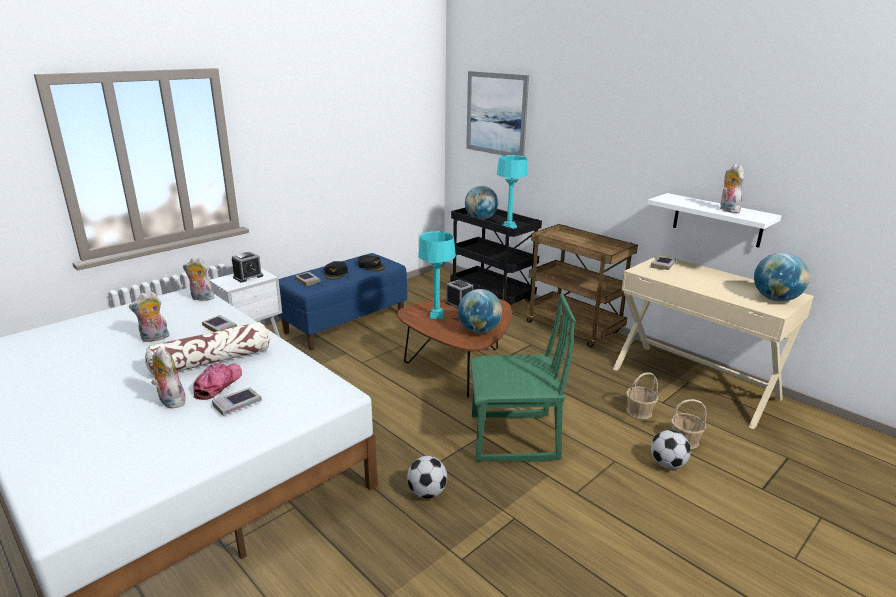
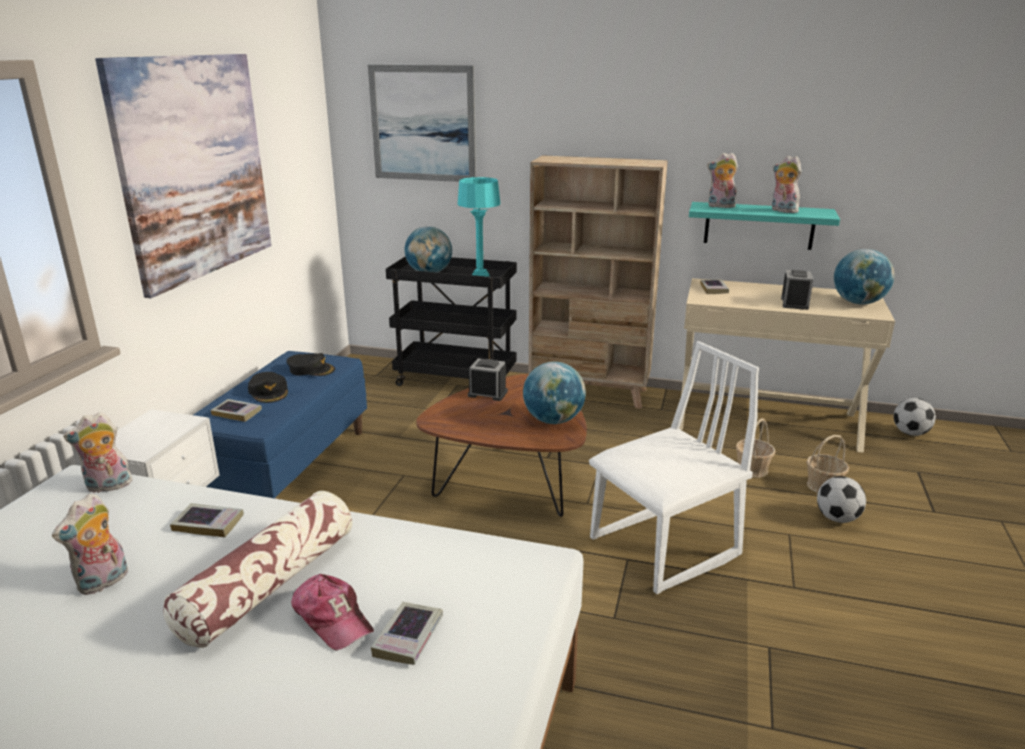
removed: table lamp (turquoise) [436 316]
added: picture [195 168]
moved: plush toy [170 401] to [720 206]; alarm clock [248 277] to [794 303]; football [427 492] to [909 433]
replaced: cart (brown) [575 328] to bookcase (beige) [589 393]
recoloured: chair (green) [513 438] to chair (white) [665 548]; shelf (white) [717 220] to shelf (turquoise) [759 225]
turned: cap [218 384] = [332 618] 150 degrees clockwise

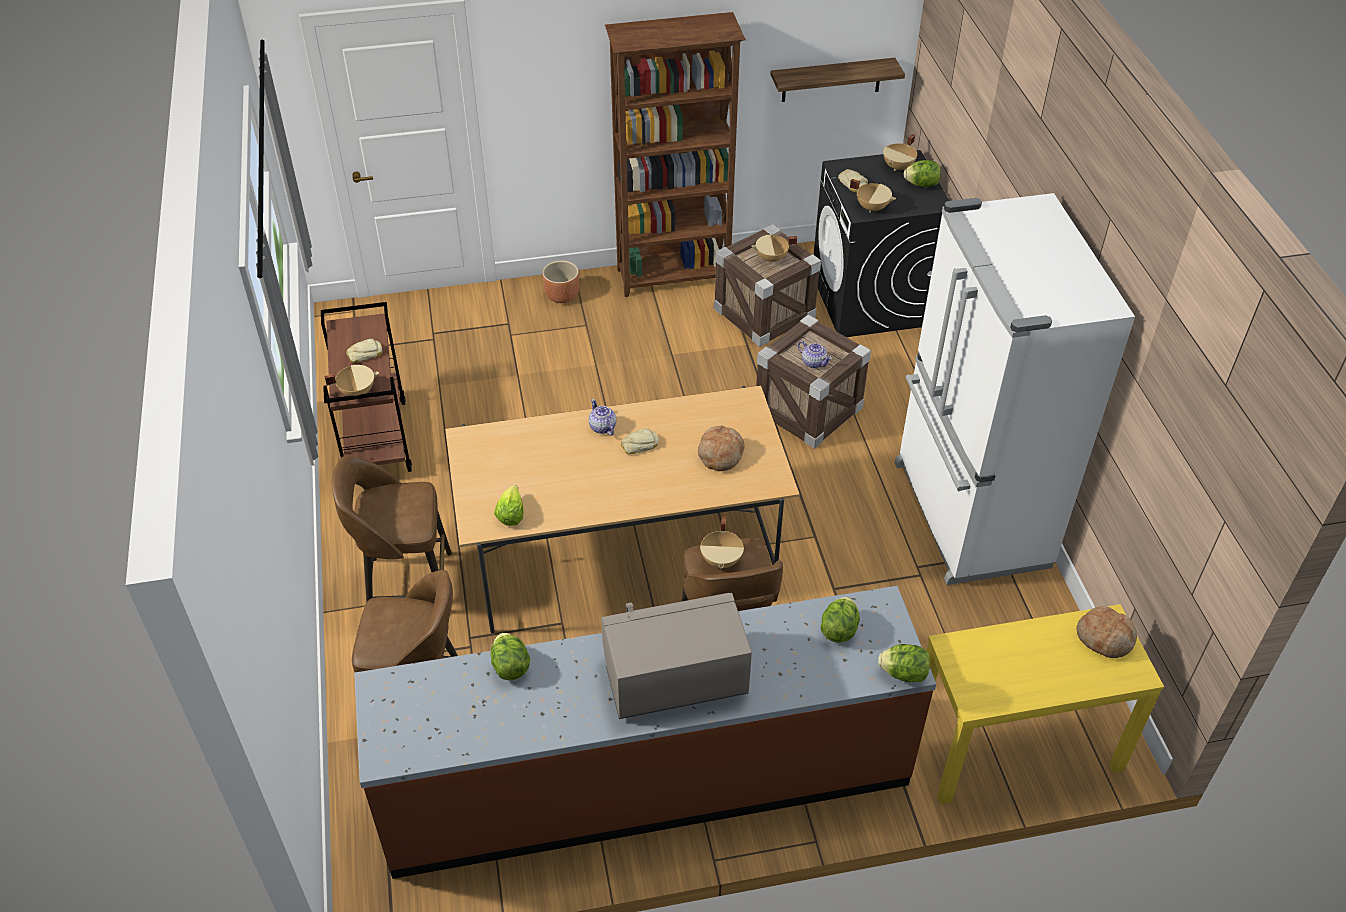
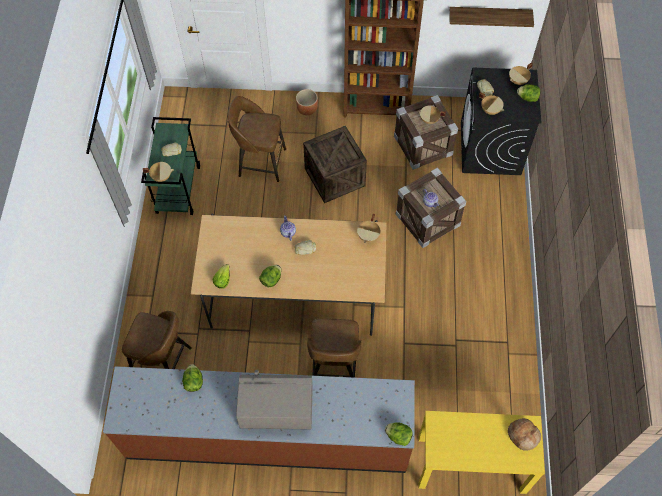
removed: bread [720 454]; fridge (white) [967 515]
added: crate [334 177]
moved: stool (brown) [406 586] to [260 162]; cooking pot (beige) [722 560] to [369 236]; lettuce [839 630] to [271 279]
recoloured: cart (brown) [375 439] to cart (green) [178 189]

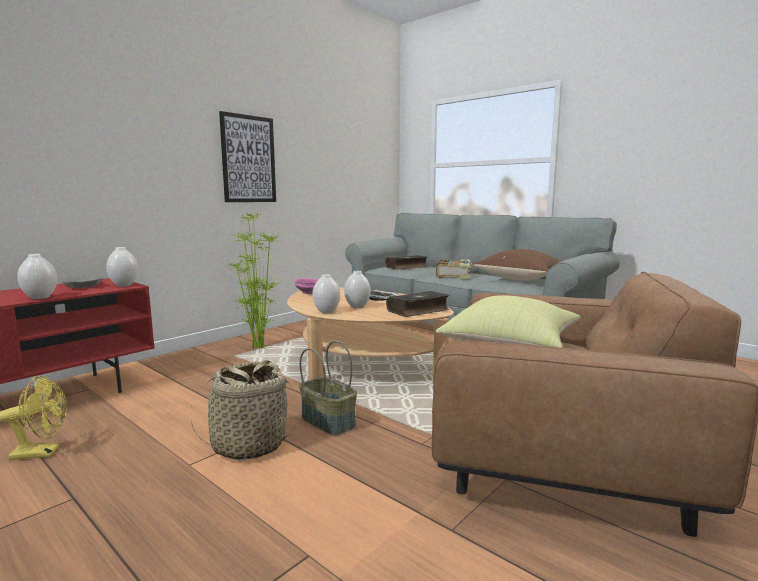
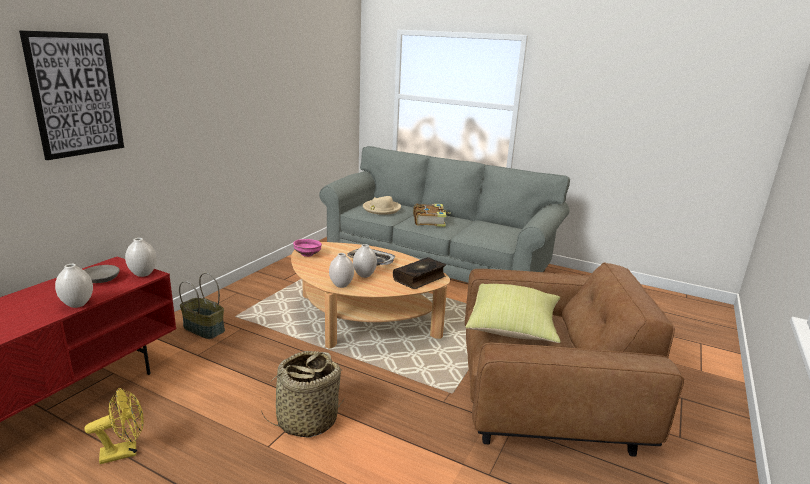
removed: potted plant [258 348]; pillow (brown) [522 279]
moved: picture [248 159] to [76 95]; basket [329 421] to [204 329]
replaced: book [406 267] to hat (beige) [381 209]

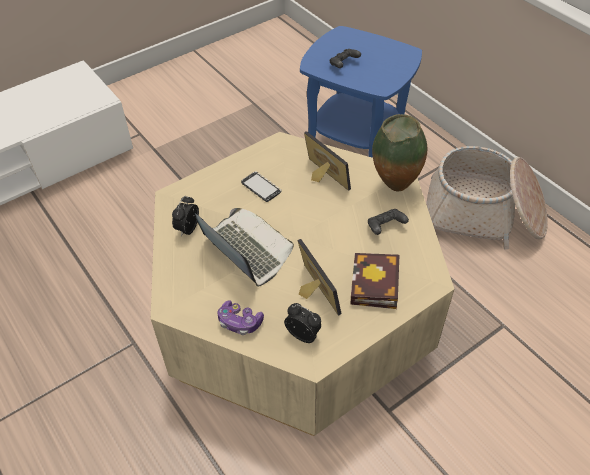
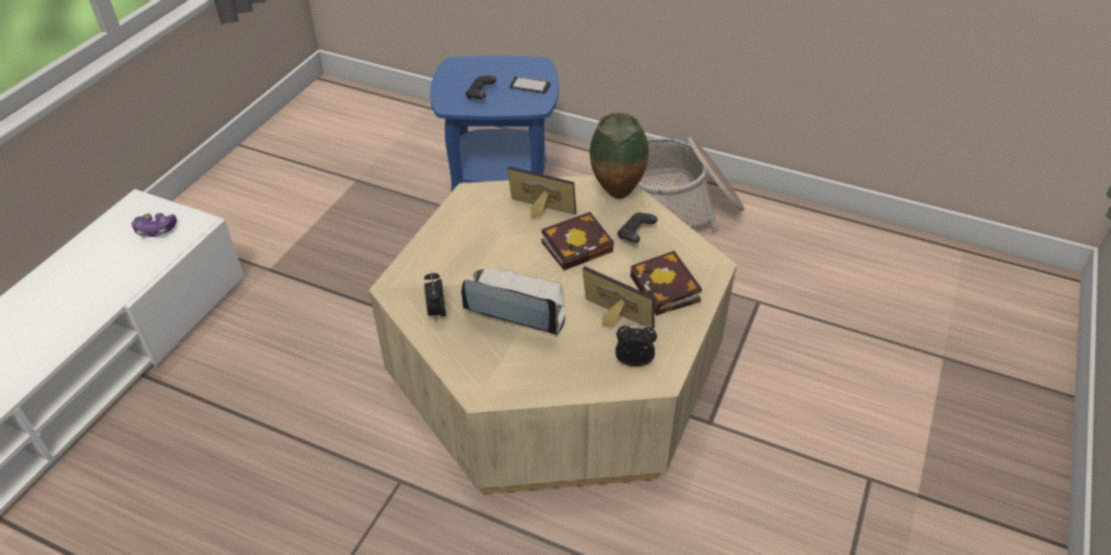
added: book [579 245]
moved: game controller [239 322] to [156 230]; phone [261 187] to [530 86]

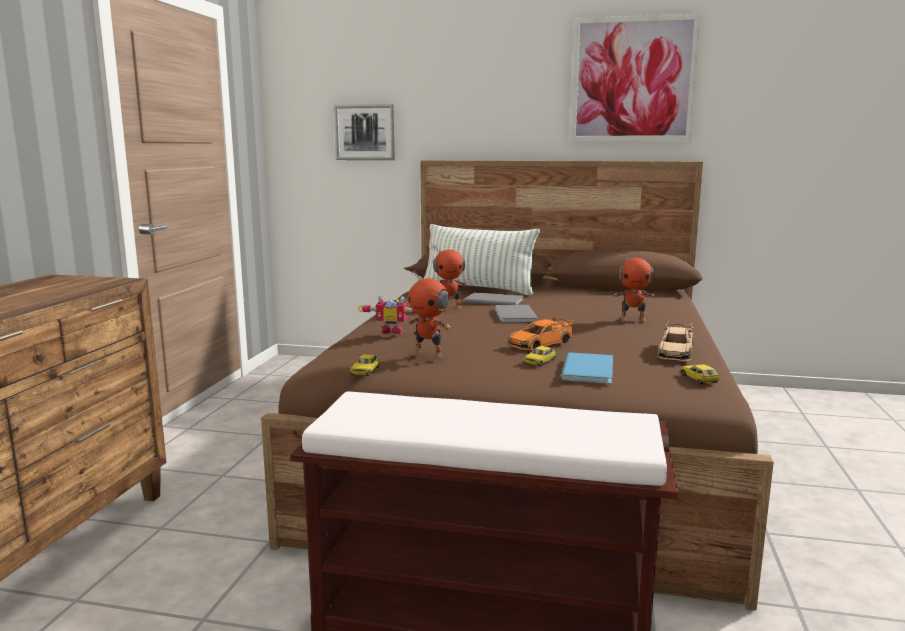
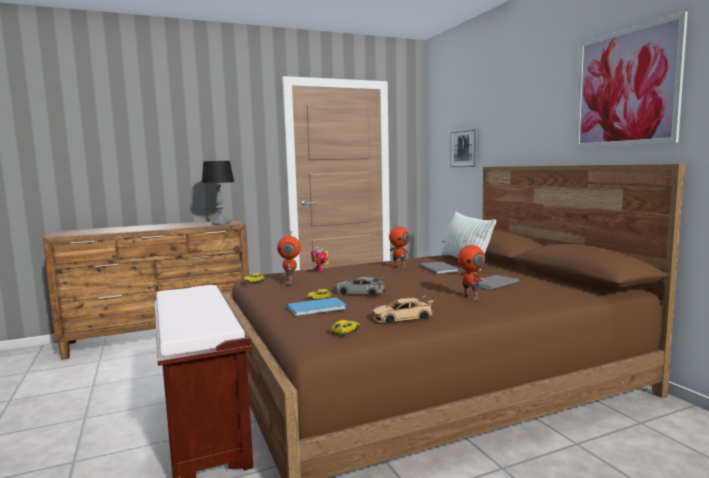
added: table lamp [221 223]
moved: book (grey) [514 315] to [492 283]
recoloured: toy car (orange) [541 343] to toy car (grey) [360 292]

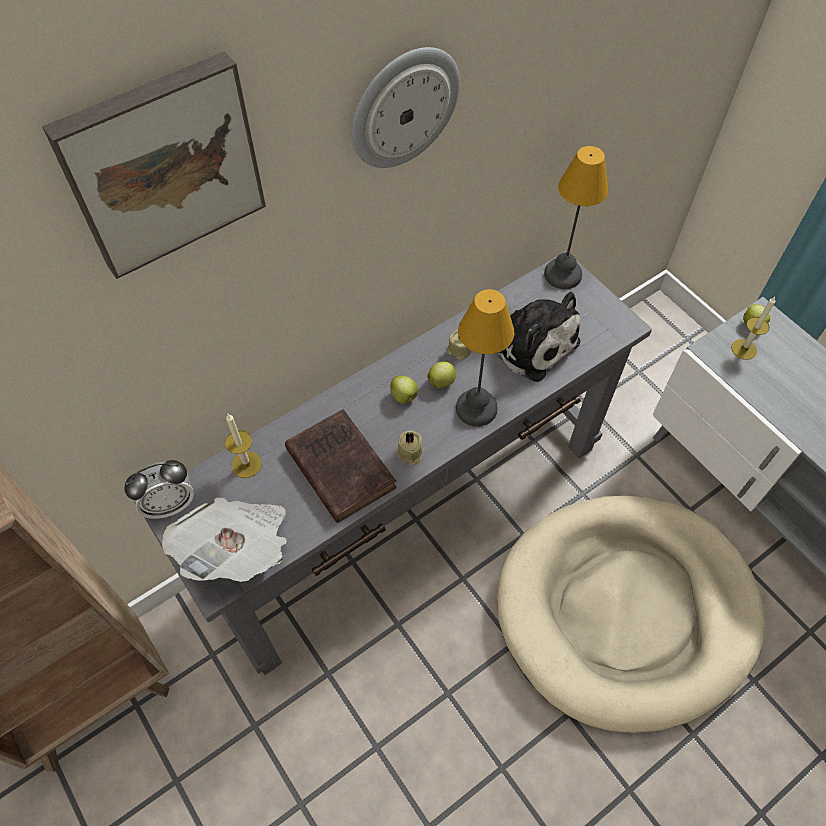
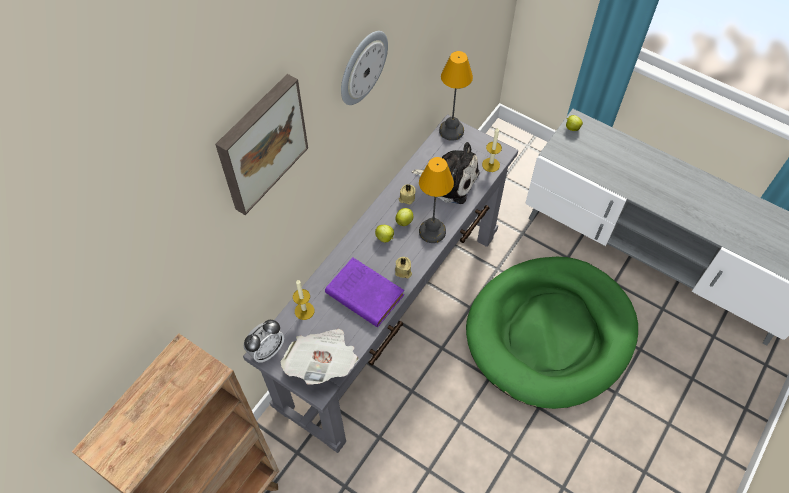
moved: candle [744 349] to [491 165]
recoloured: book (brown) [339 466] to book (purple) [363 293]; dog bed (beige) [625 610] to dog bed (green) [550 333]

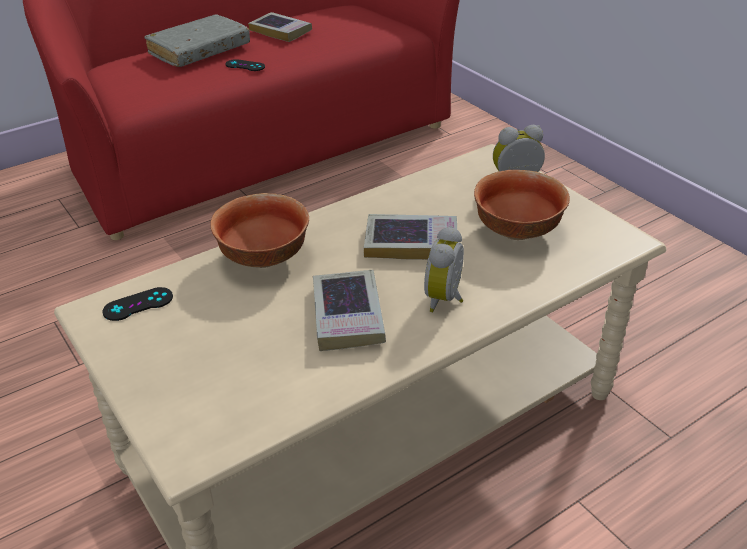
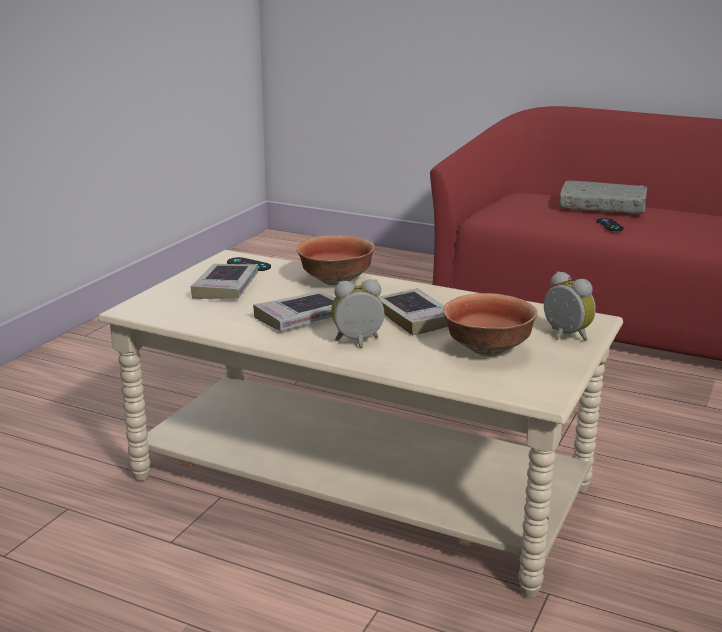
moved: book [280 31] to [226 287]

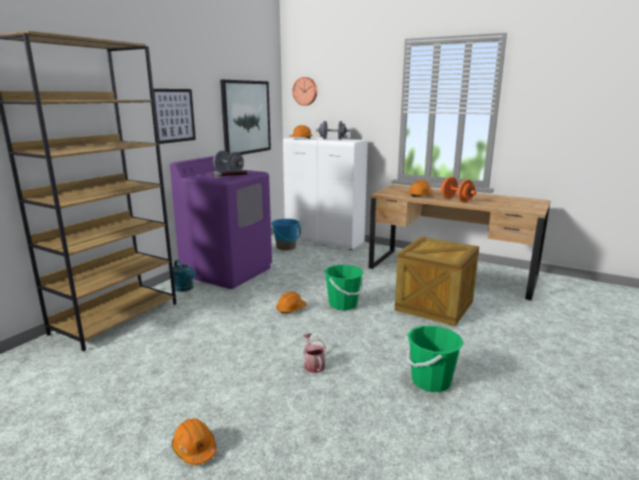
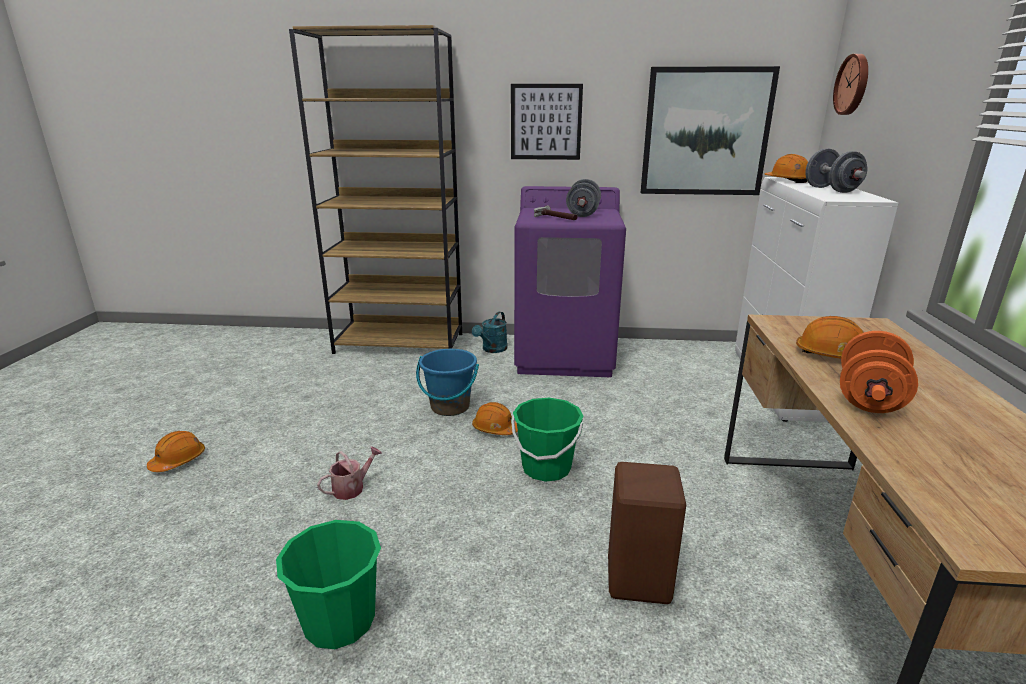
moved: bucket (blue) [286 247] to [450 407]
replaced: crate [434 306] to stool (brown) [636 578]

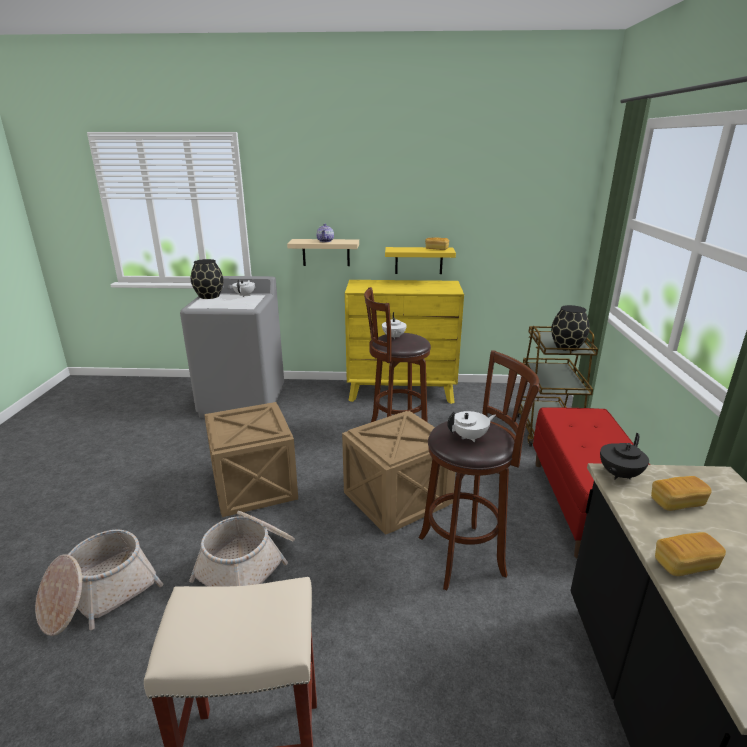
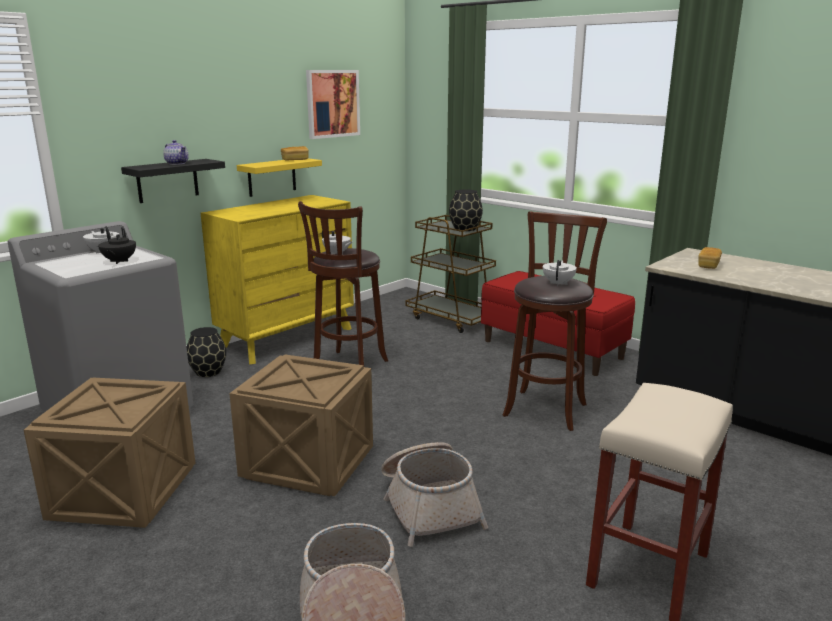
removed: bread [685 564]
added: picture [332 103]
moved: vase (black) [209 296] to [208 372]; crate [398 499] to [125 491]; teapot (black) [618 475] to [119 261]
recoloured: shelf (beige) [326 252] to shelf (black) [167 180]

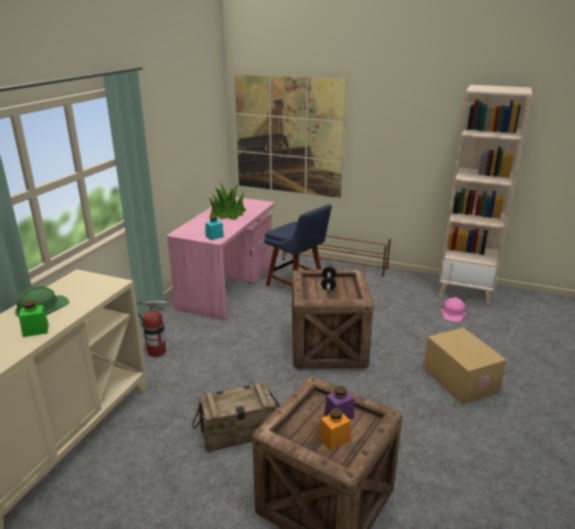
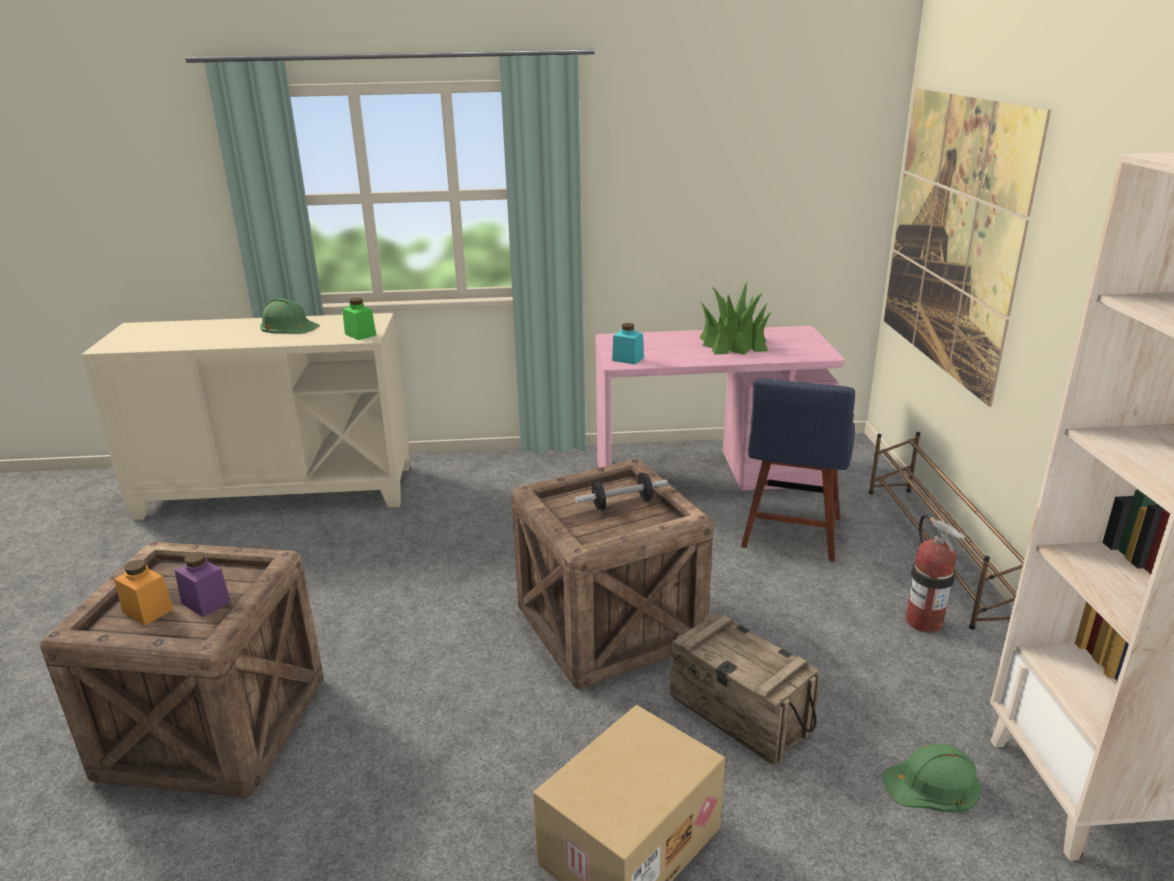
moved: jar (green) [36 330] to [360 334]; fire extinguisher [157 352] to [924 621]; crate [238 431] to [740 713]
recoloured: hard hat (pink) [453 312] to hard hat (green) [932 784]

